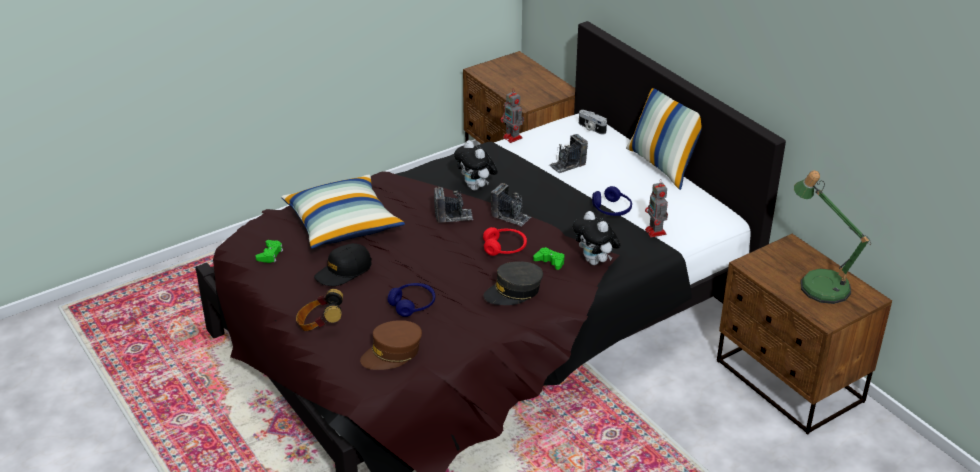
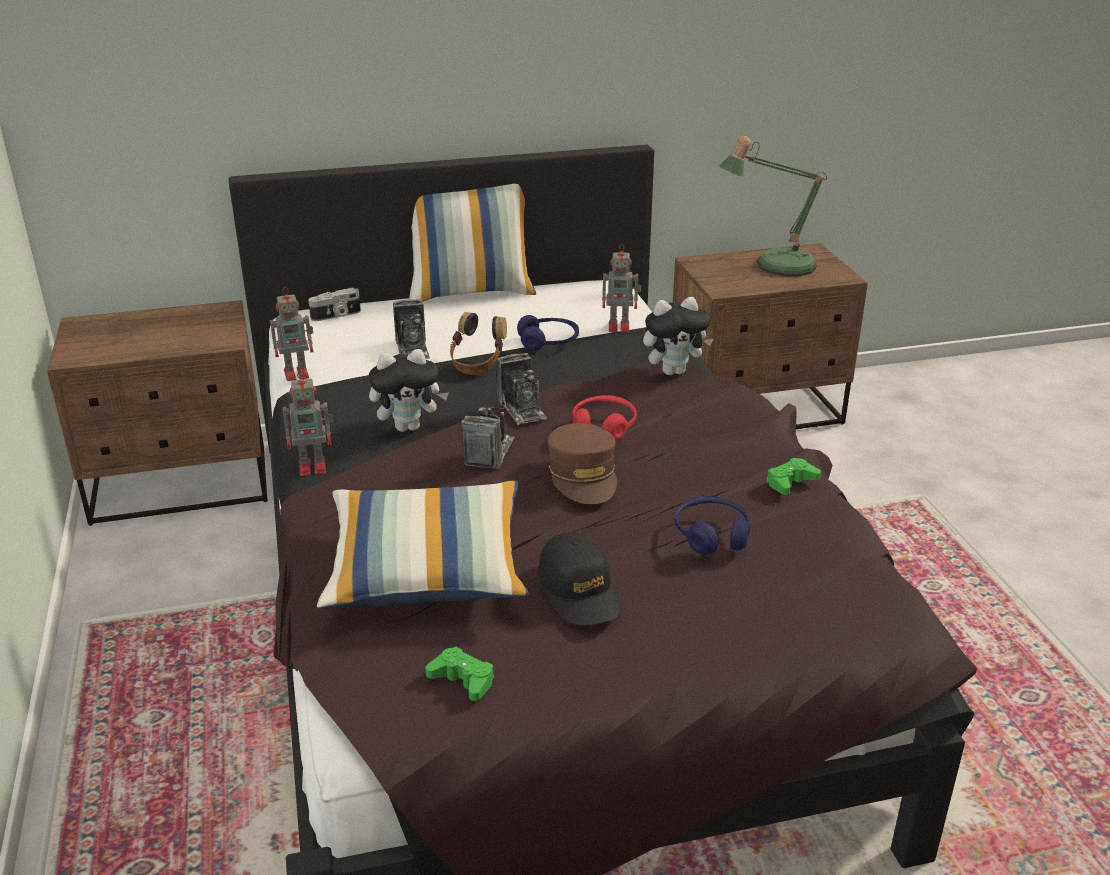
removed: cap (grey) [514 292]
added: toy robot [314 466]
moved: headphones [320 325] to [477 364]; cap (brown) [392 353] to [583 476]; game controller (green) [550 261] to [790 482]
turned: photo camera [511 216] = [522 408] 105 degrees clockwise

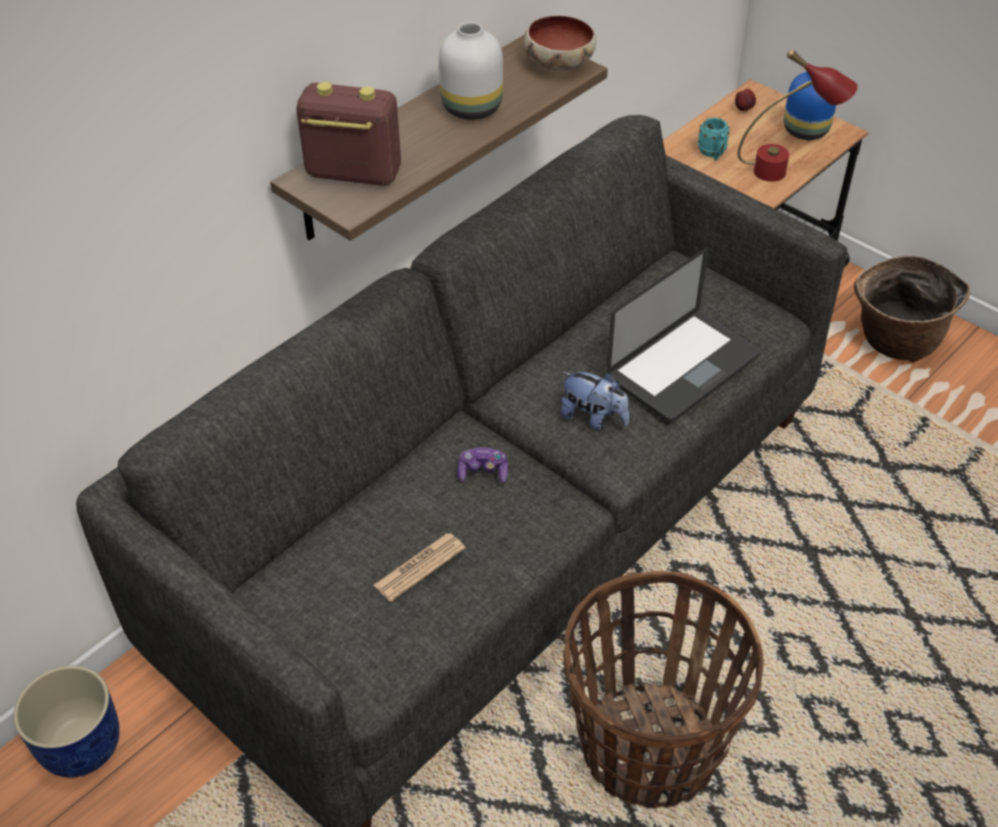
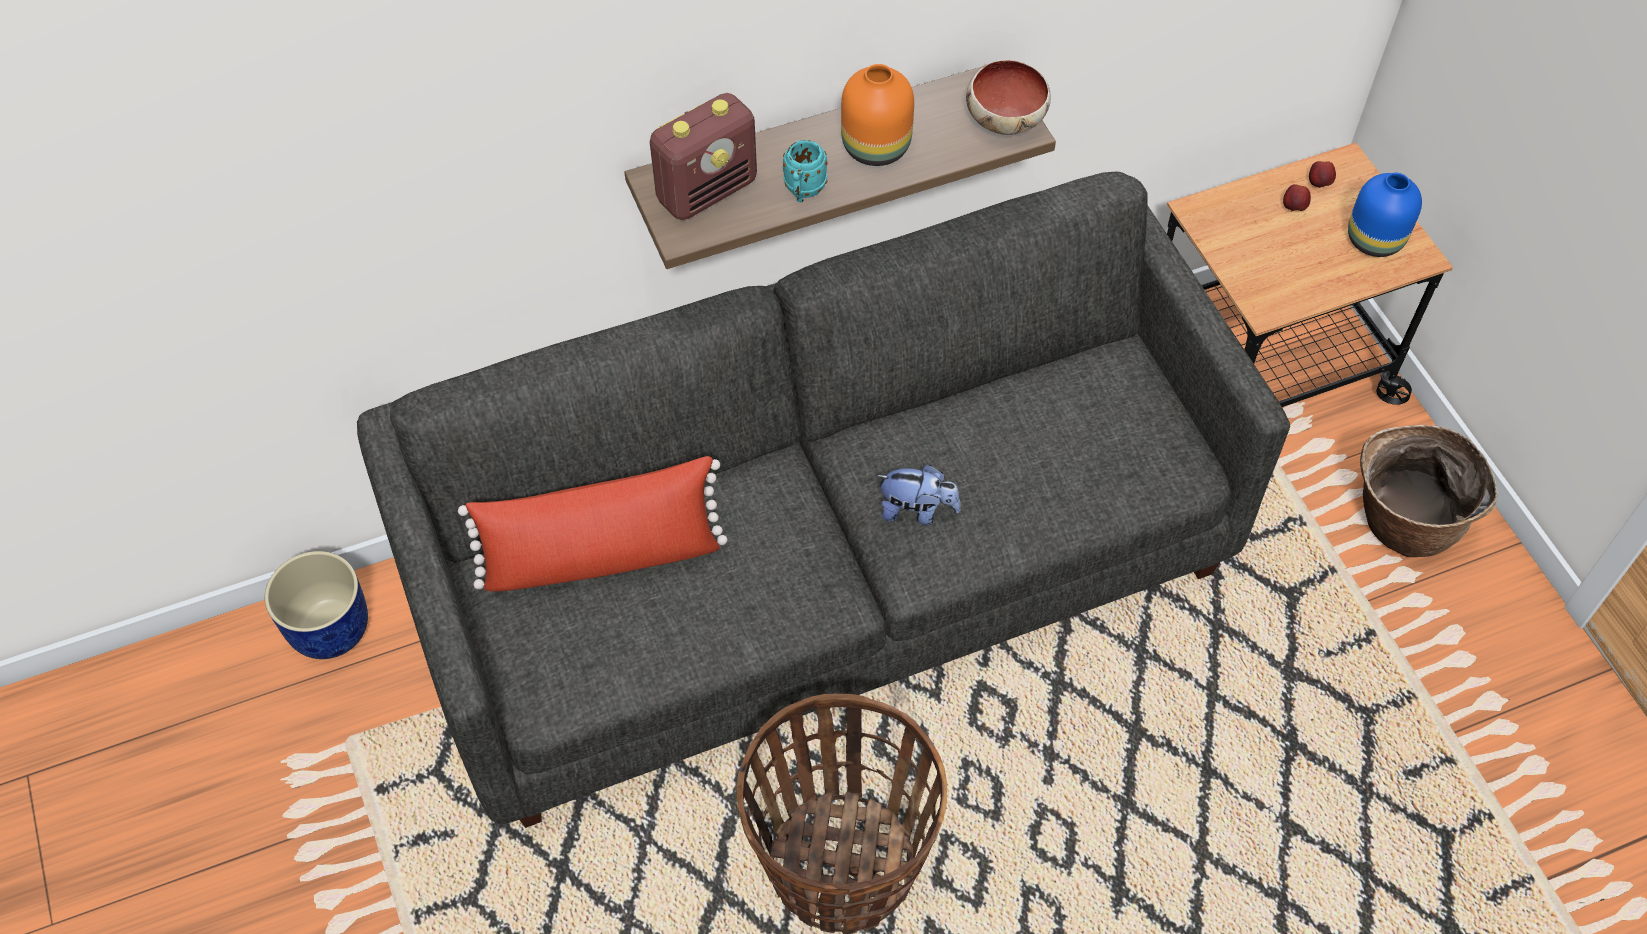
removed: newspaper [419 567]; game controller [483 472]; laptop [683 367]; table lamp (red) [785 171]
added: pillow (red) [602 557]; apple [1294 207]
moved: mug (turquoise) [713 154] to [803 191]
recoloured: vase (white) [473 108] to vase (orange) [877 148]
turned: radio [352 174] = [707 190] 105 degrees clockwise; plush toy [593 418] = [917 510] 45 degrees counterclockwise

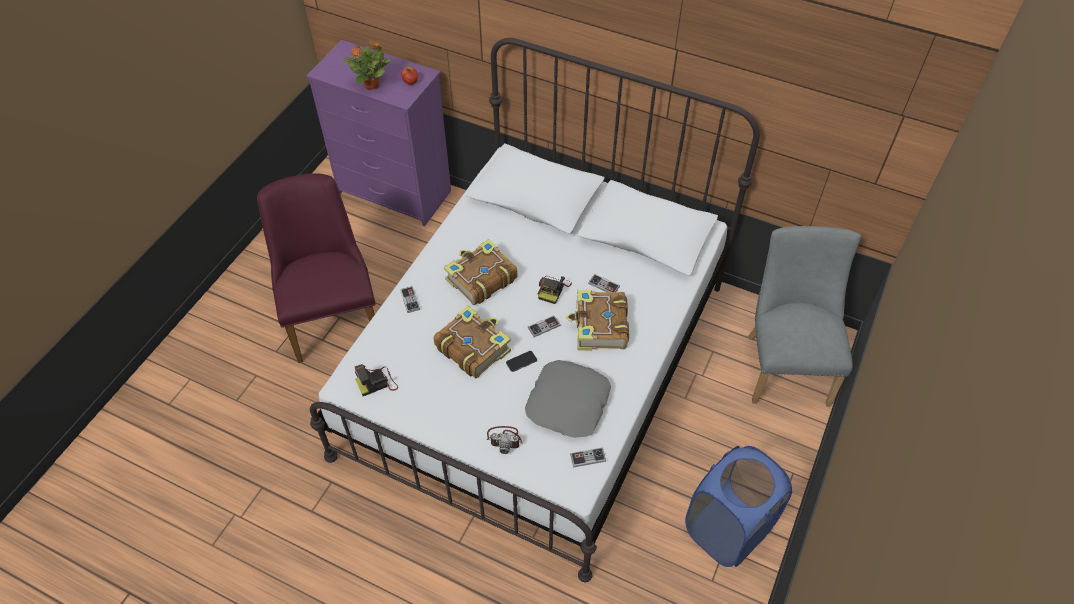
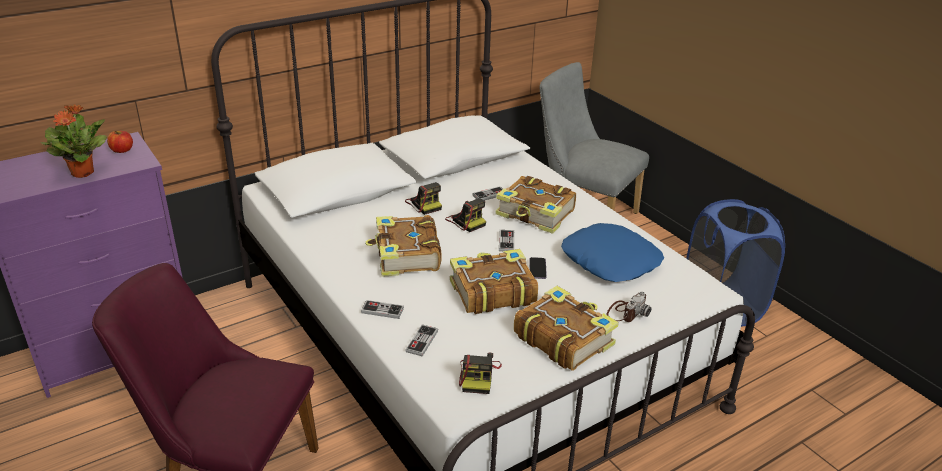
added: photo camera [424 204]; book [563 338]
moved: game controller [587 458] to [422 341]
recoloured: pillow (grey) [568 403] to pillow (blue) [611 261]

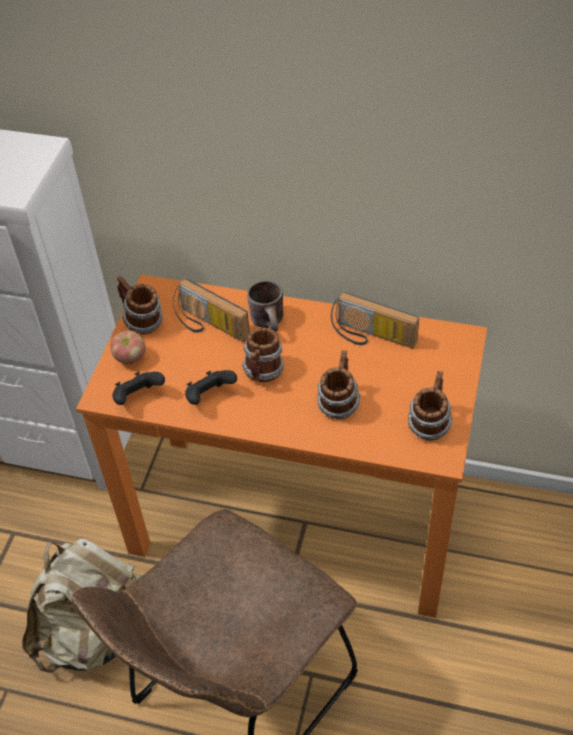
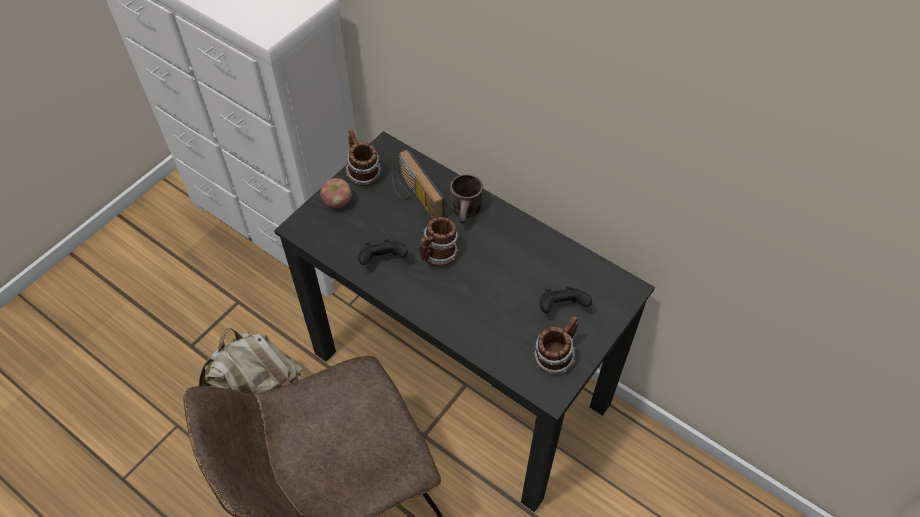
removed: mug [338 403]; radio [371 337]
moved: game controller (black) [138 397] to [561 308]
recoloured: desk (orange) [297 518] to desk (black) [461 379]

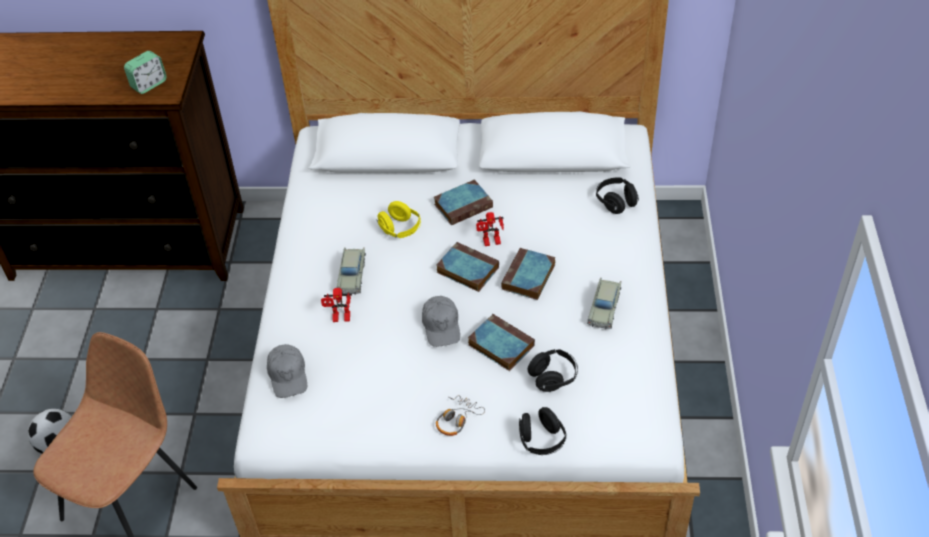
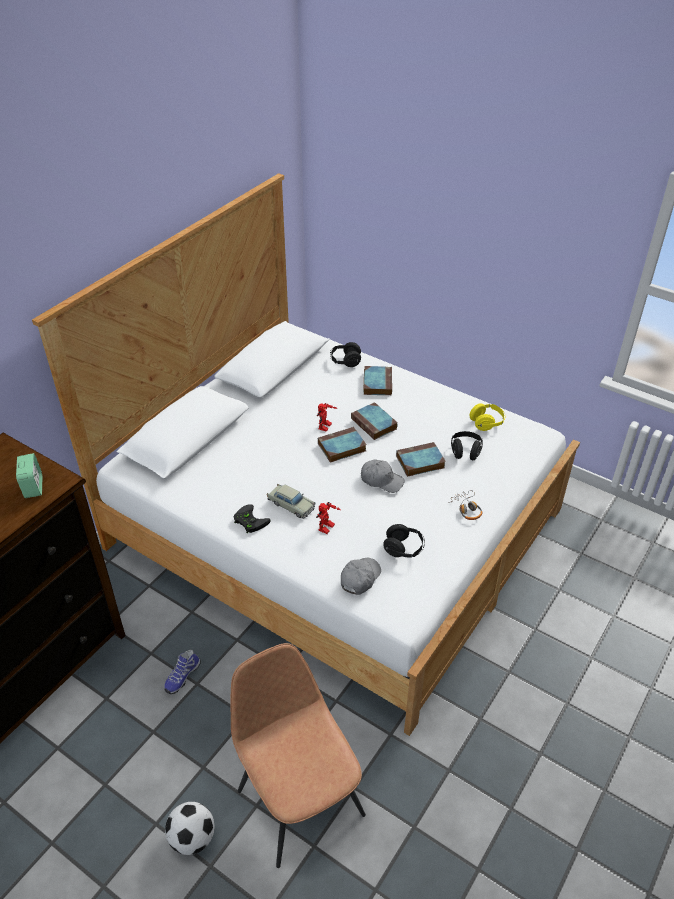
removed: toy car (beige) [604 308]
added: shoe [182 676]; game controller (black) [249 521]
moved: headphones (yellow) [400 229] to [486 423]; book [464 205] to [377 383]; headphones (black) [541 440] to [403 549]
turned: cap (grey) [288 375] = [360 578] 75 degrees counterclockwise

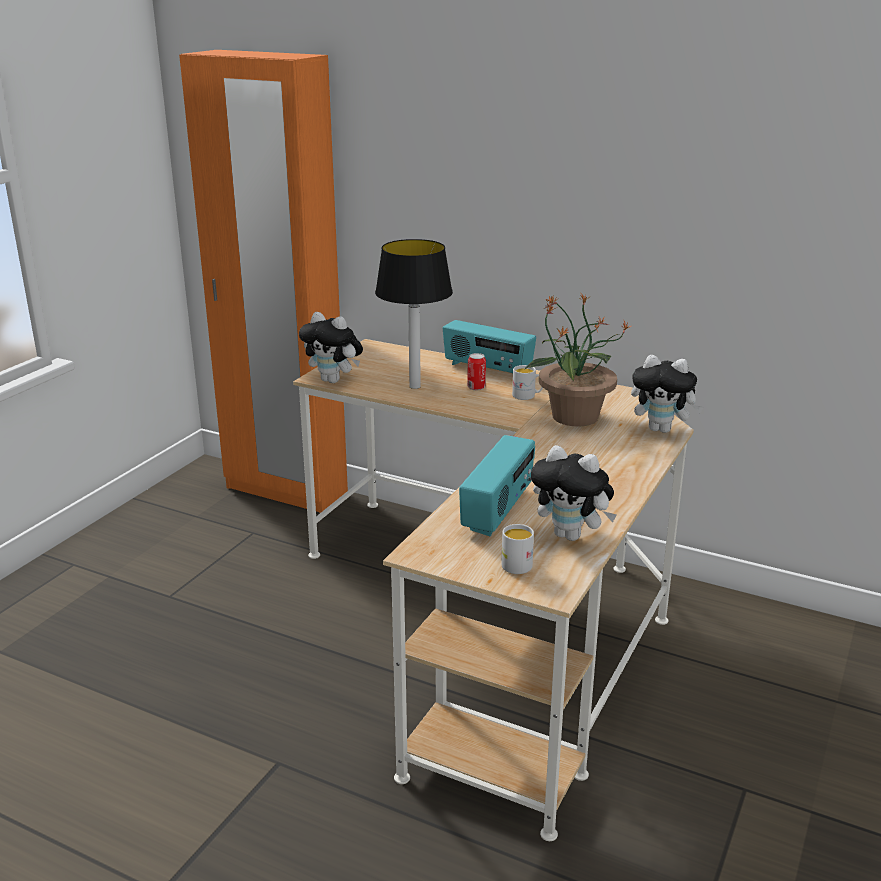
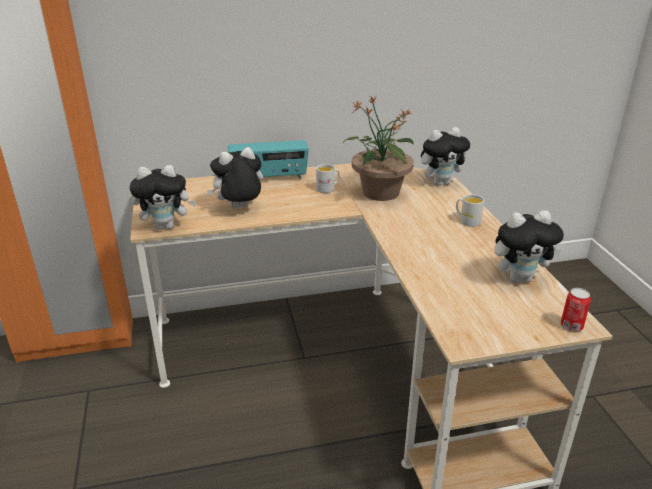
removed: radio [498 510]
moved: can [476 387] to [571 326]; mug (white) [515 563] to [467 220]
replaced: table lamp [414 386] to plush toy [239 209]

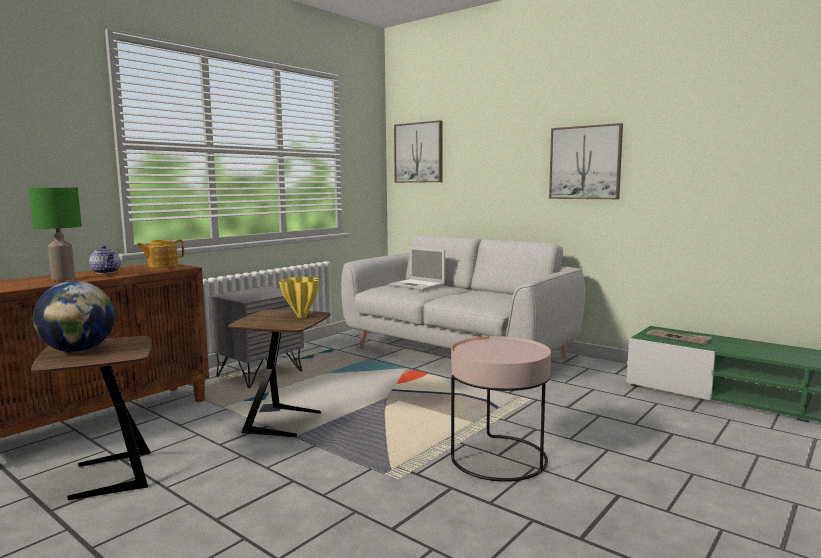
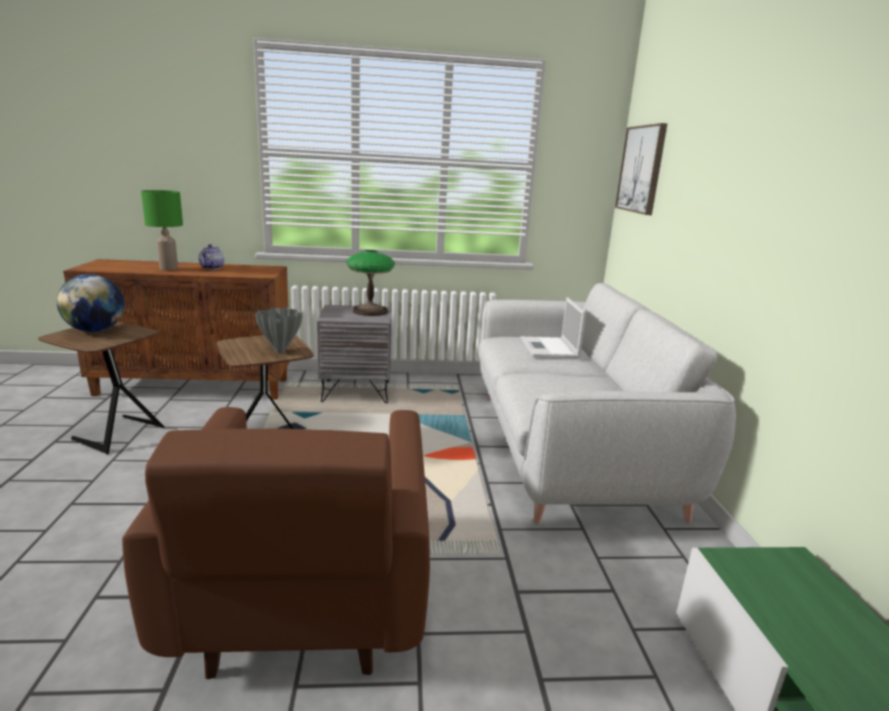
removed: teapot [162 265]; picture [585 162]; newspaper [678 338]
added: table lamp [369 311]
replaced: side table (pink) [498 458] to armchair (brown) [305 598]
recoloured: vase (yellow) [301 316] to vase (grey) [280 351]

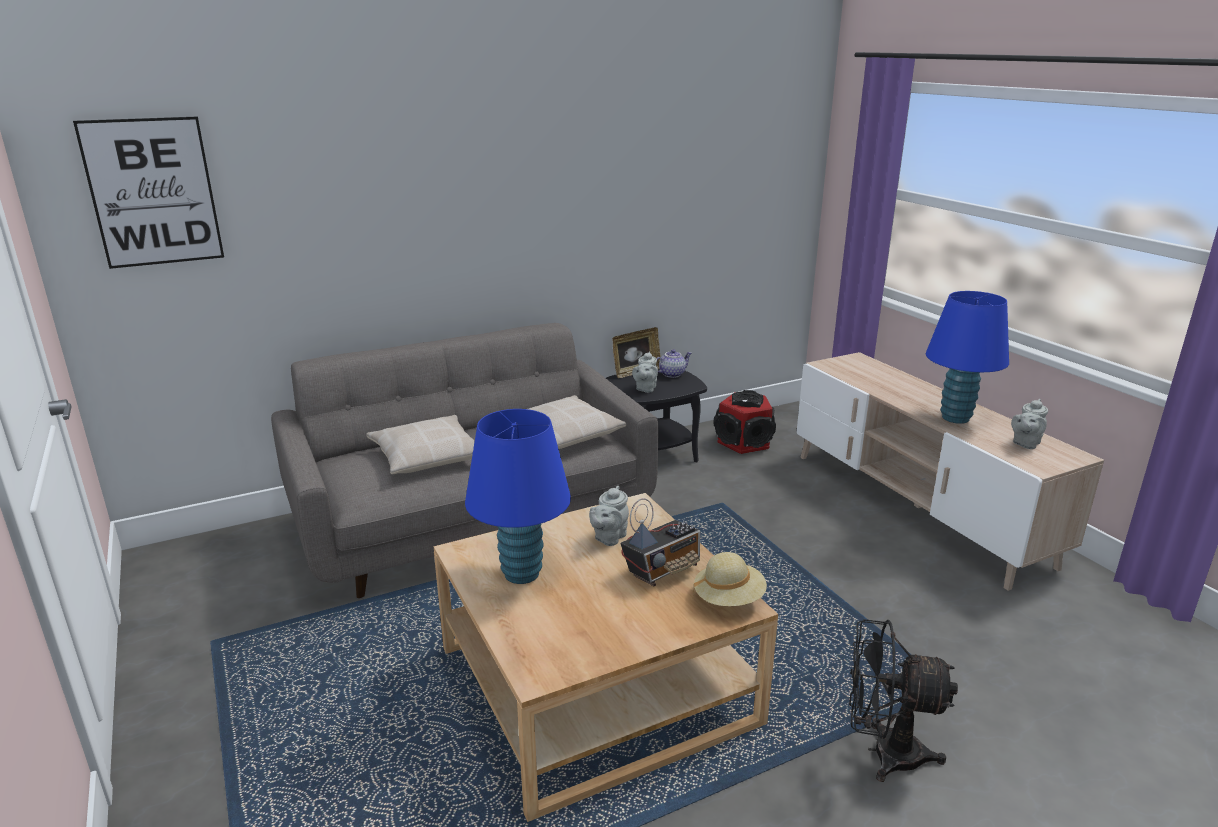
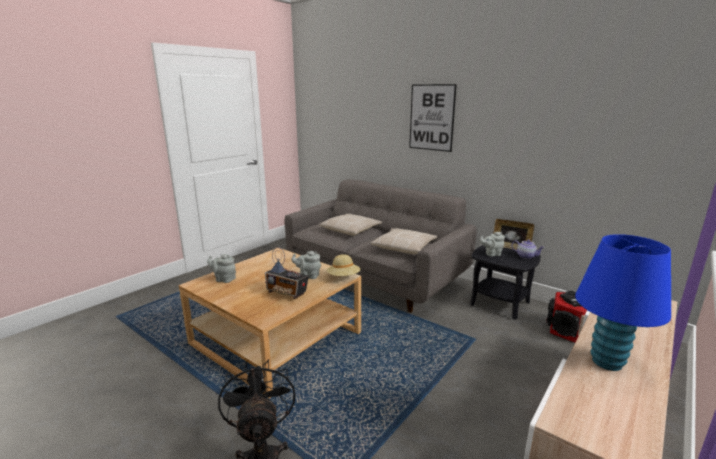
removed: table lamp (blue) [522 574]
moved: picture [153 192] to [431 117]; hat (beige) [729 599] to [344 277]; teapot (grey) [1025 443] to [224 279]

